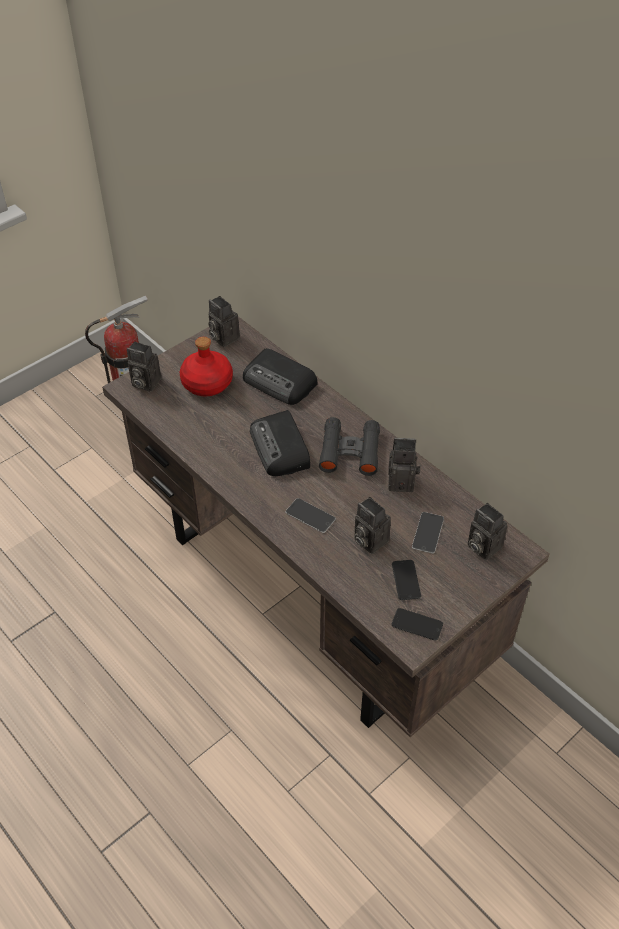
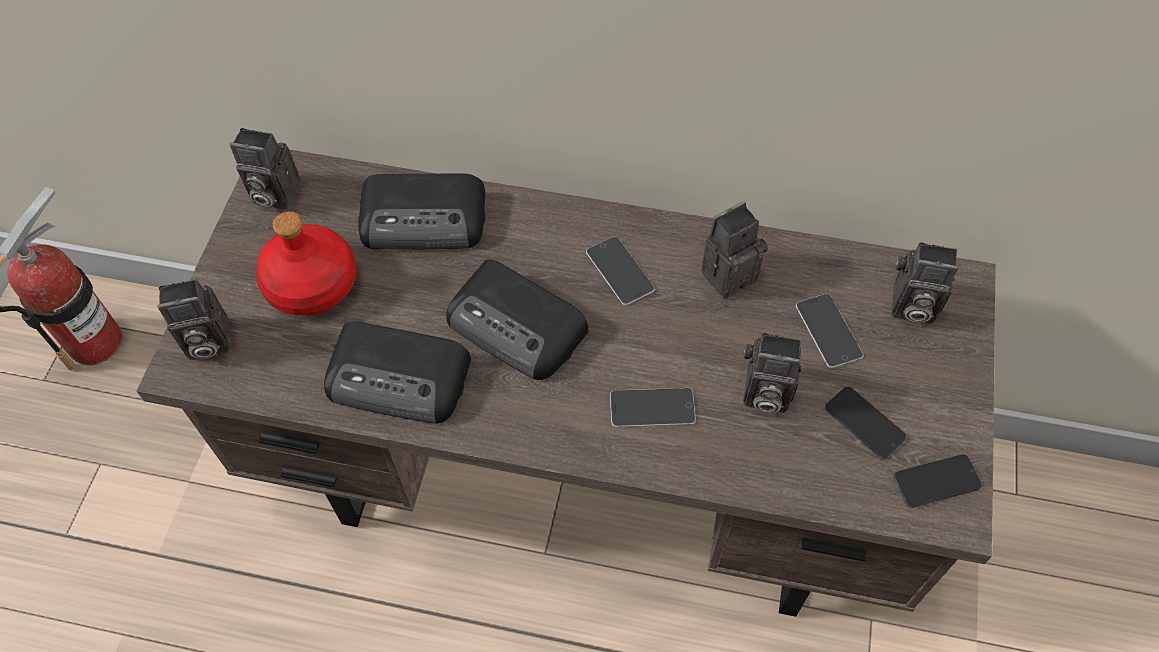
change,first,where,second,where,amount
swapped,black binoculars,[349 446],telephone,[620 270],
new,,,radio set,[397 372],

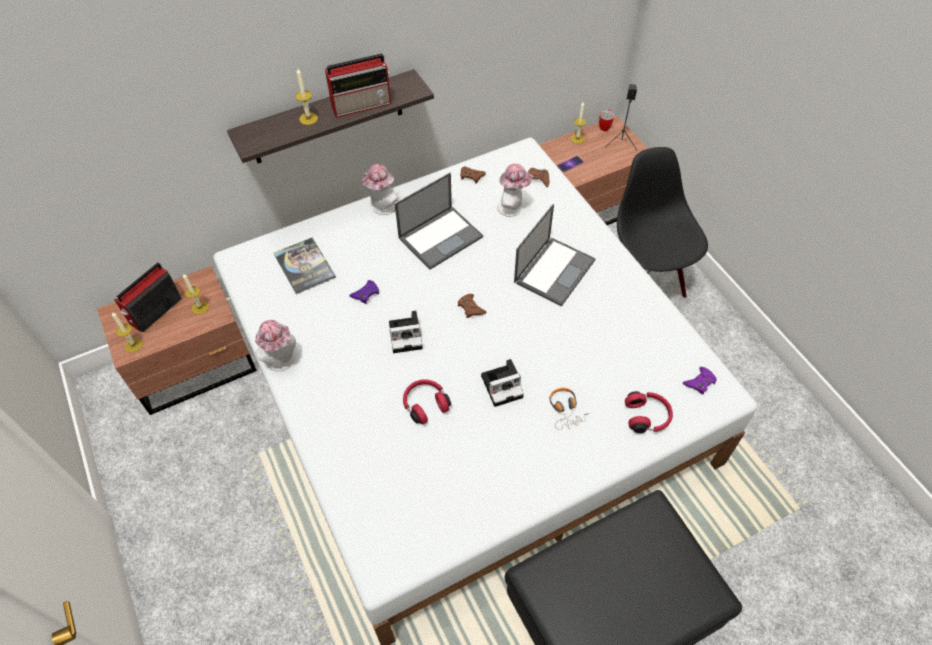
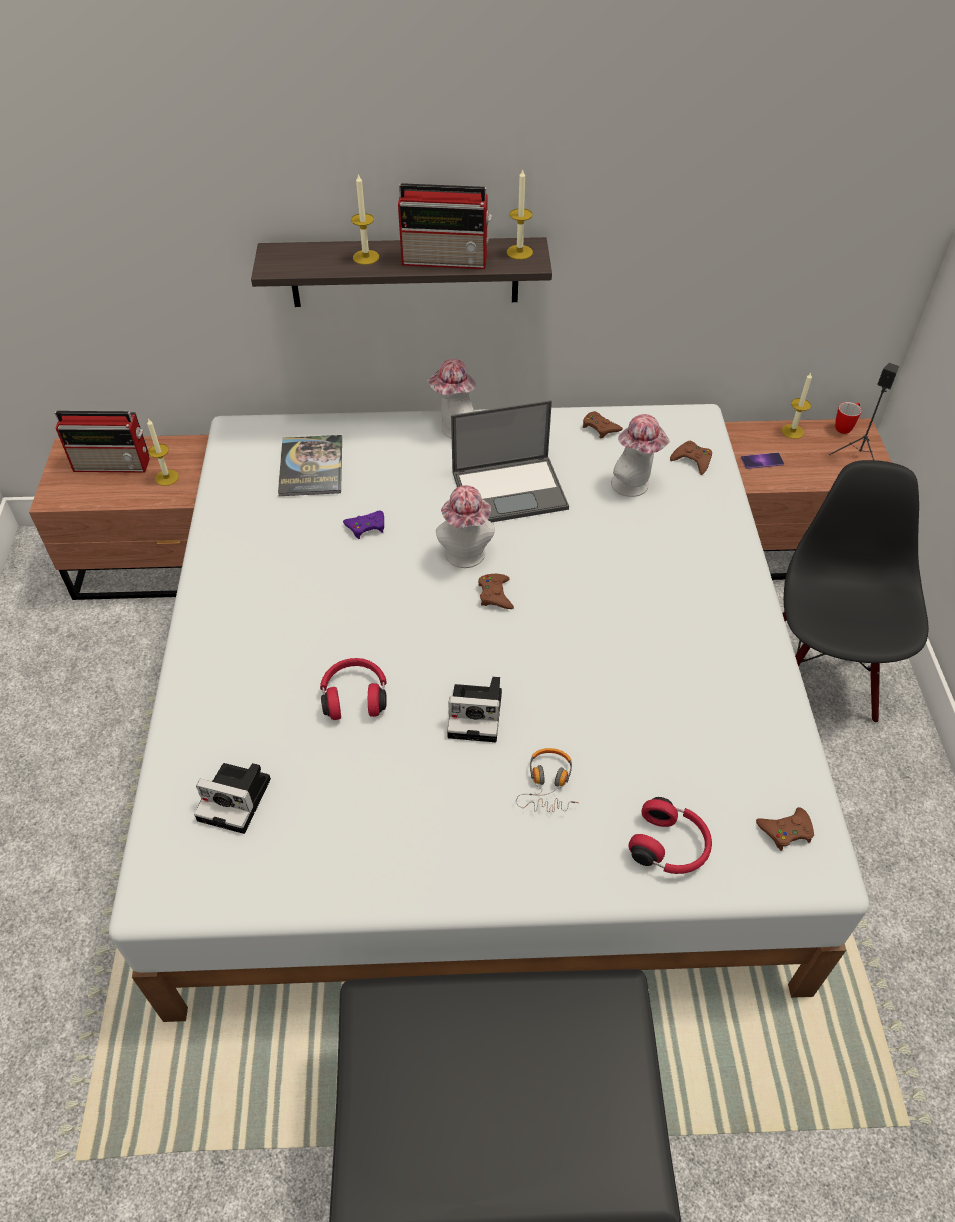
change,first,where,second,where,amount
gone,portable computer,[555 255],,,
rotated,radio set,[148 297],,[102 442],150 degrees counterclockwise
shifted,still camera,[406 332],,[232 798],
shifted,wax light,[127 332],,[520 214],
shifted,wearable hat,[275 345],,[465 526],
repainted,purple game controller,[700 380],brown game controller,[785 829],

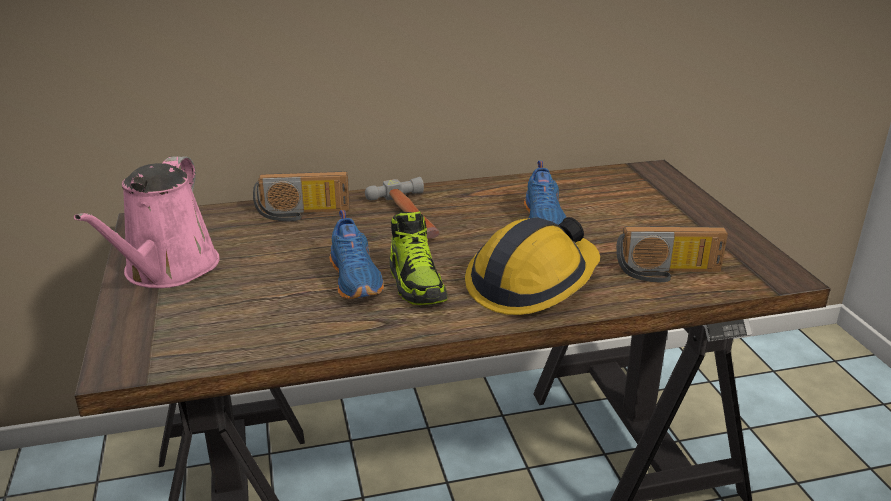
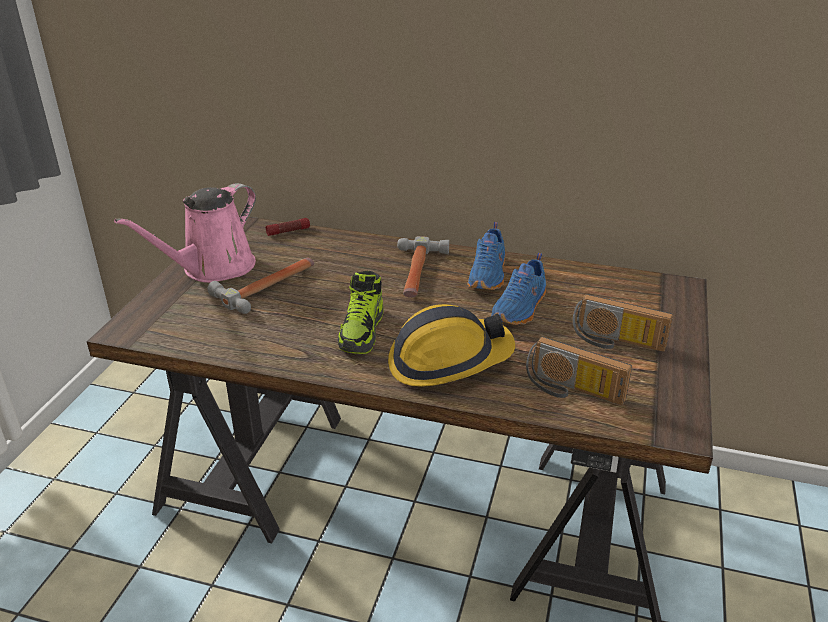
change,first,where,second,where,amount
shifted,radio set,[301 196],,[623 323],
shifted,blue low shoe,[356 254],,[486 256],
new,,,hand torch,[288 227],
new,,,hand hammer,[261 285],

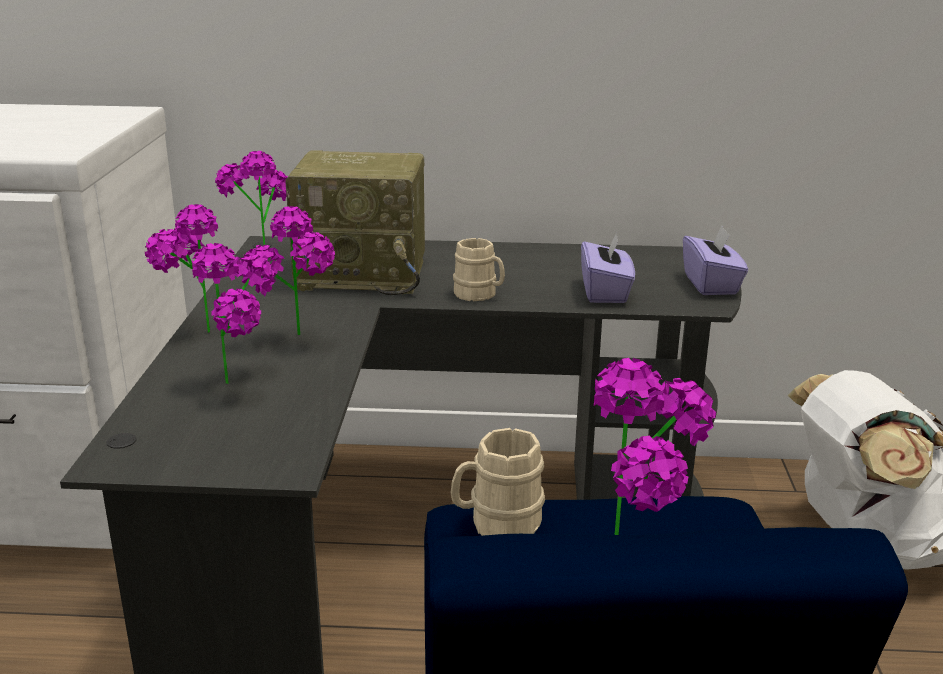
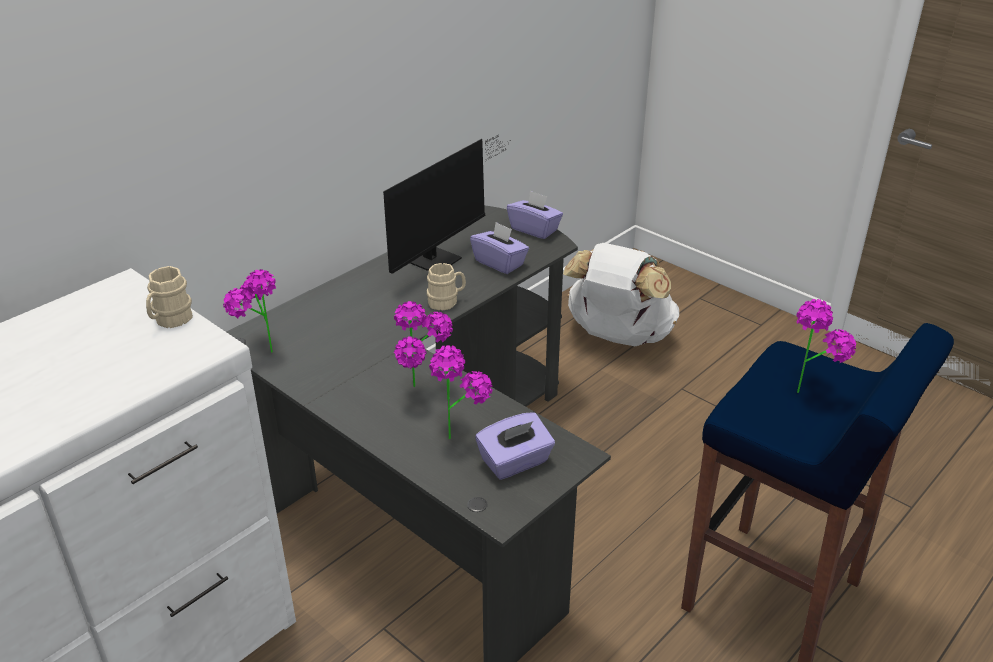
change,first,where,second,where,amount
gone,radio set,[355 222],,,
gone,plant in a pot,[181 268],,,
shifted,beige mug,[498 482],,[169 297],
new,,,computer screen,[447 204],
new,,,purple box of tissues,[515 446],

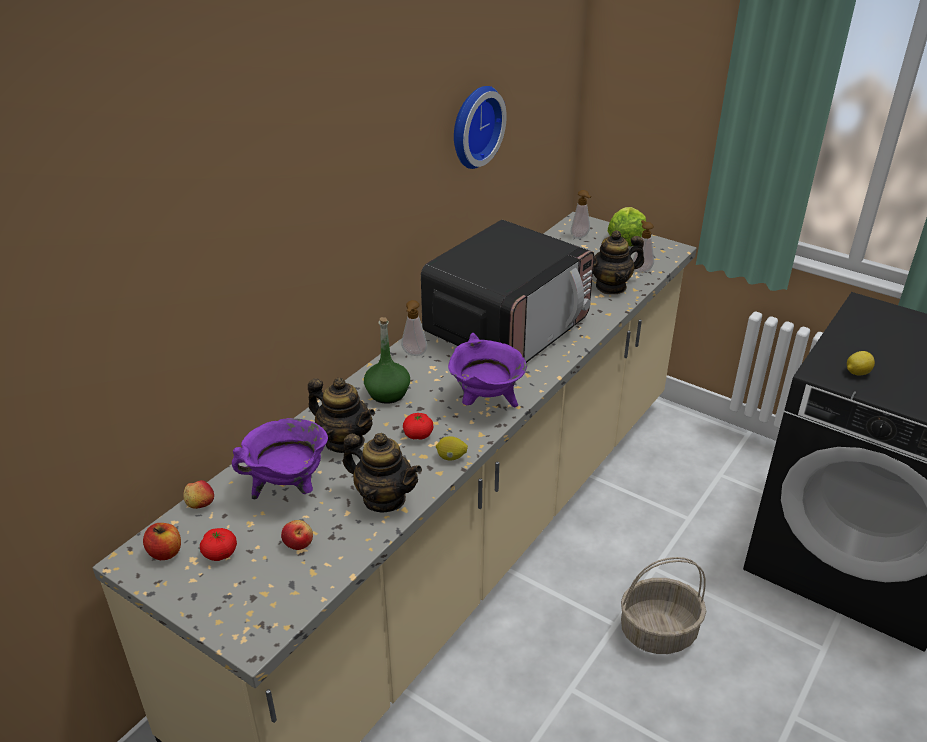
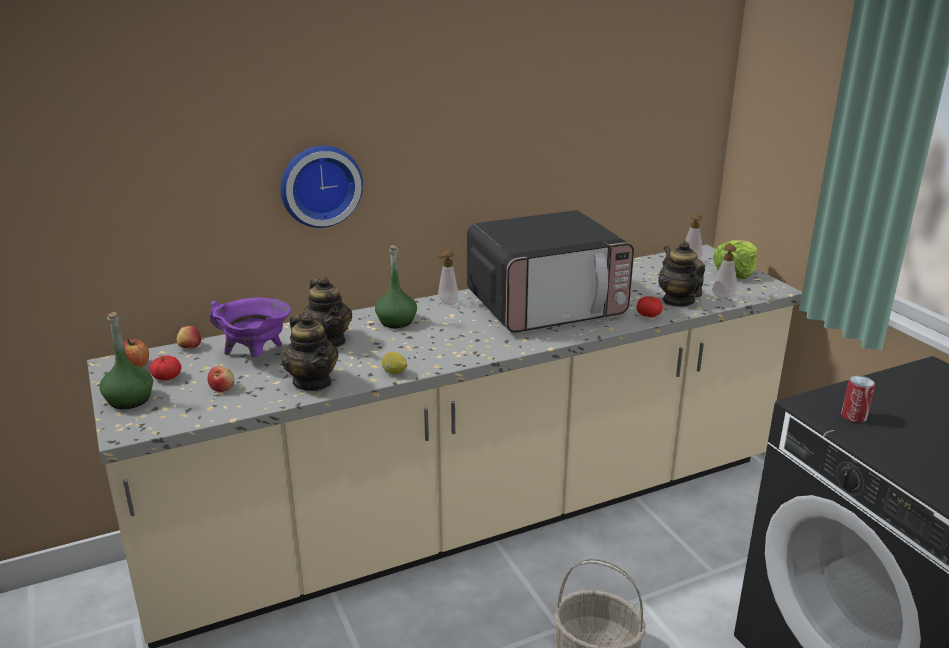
change,first,where,second,where,amount
shifted,hanging clock,[480 127],,[322 187],
rotated,tea pot,[618 262],,[681 274],60 degrees clockwise
gone,purple stockpot,[487 370],,,
swapped,lemon,[861 363],metal can,[858 399],
shifted,tomato,[418 426],,[650 306],
new,,,green-coloured bottle,[126 360],

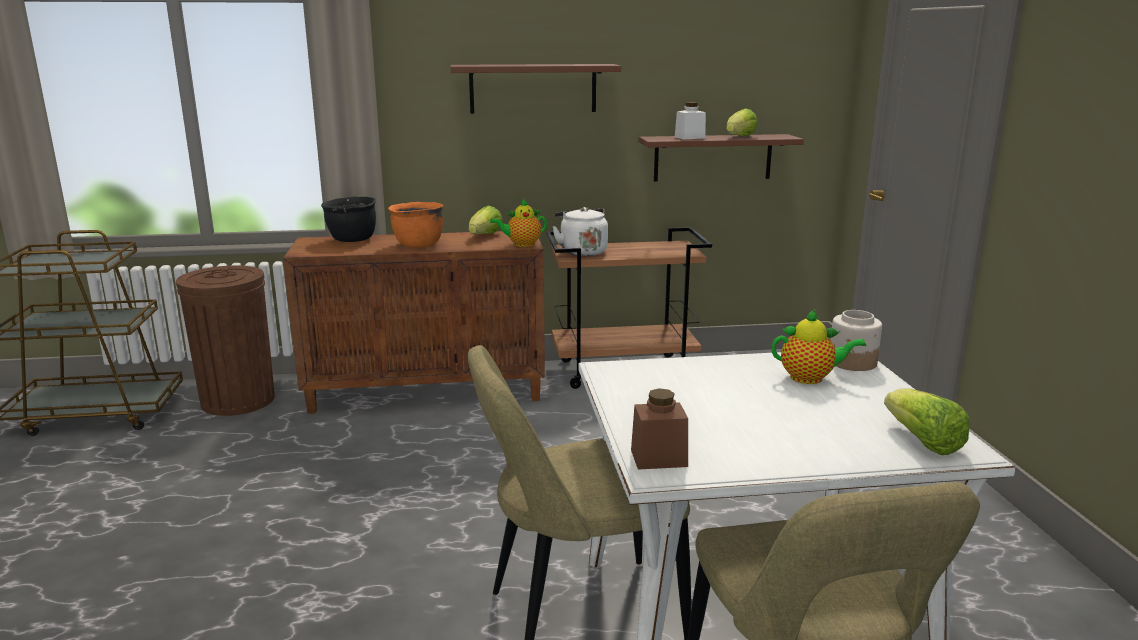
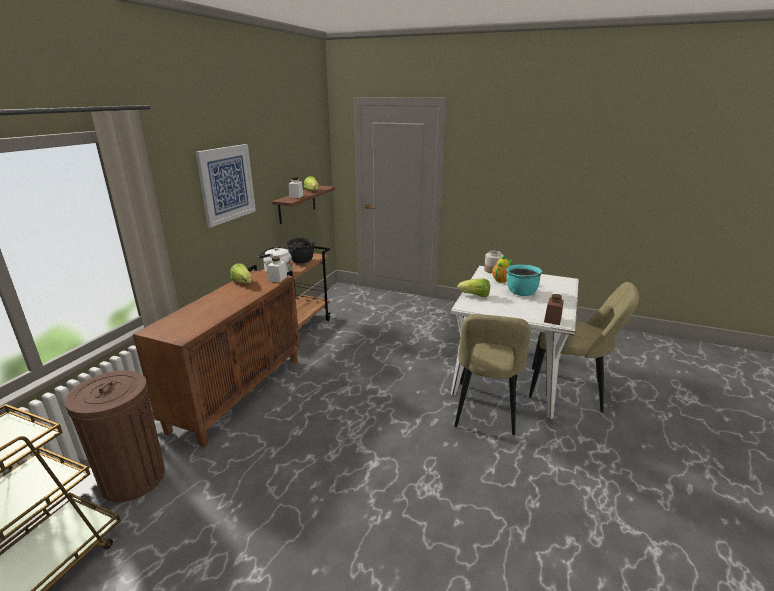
change,first,where,second,where,amount
swapped,brown shelf,[536 89],picture,[225 185],
shifted,black stockpot,[348 219],,[300 250],
swapped,tea pot,[518 223],white jar,[277 269],
gone,orange stockpot,[416 225],,,
shifted,head of lettuce,[927 421],,[473 288],
new,,,turquoise-coloured stockpot,[524 280],

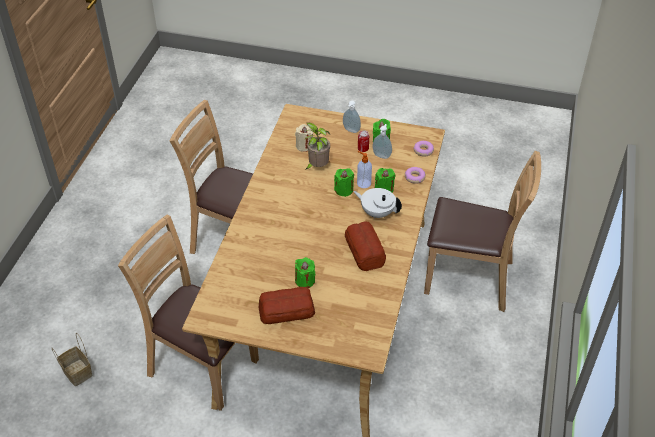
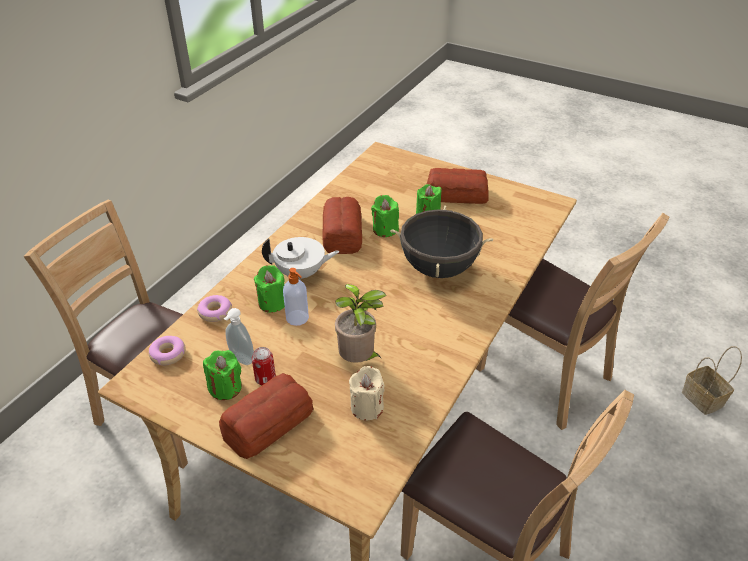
change,first,where,second,where,amount
swapped,soap bottle,[352 116],bakery bread,[266 416],
shifted,green-coloured wax light,[344 182],,[385 216],
rotated,white tea pot,[377 203],,[300 258],45 degrees counterclockwise
new,,,black stockpot,[441 241],

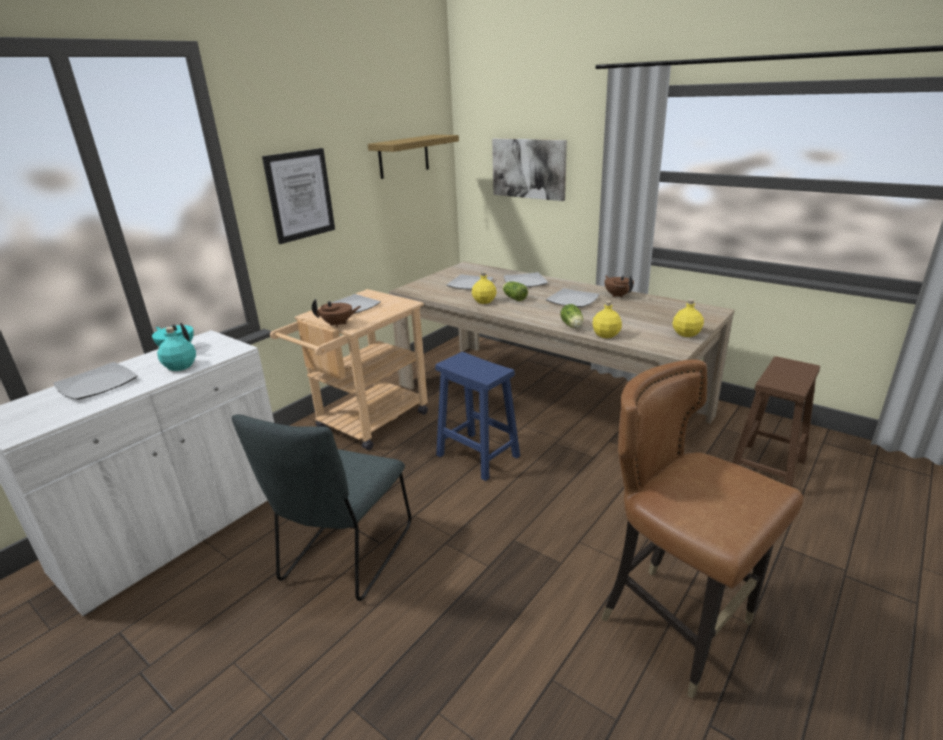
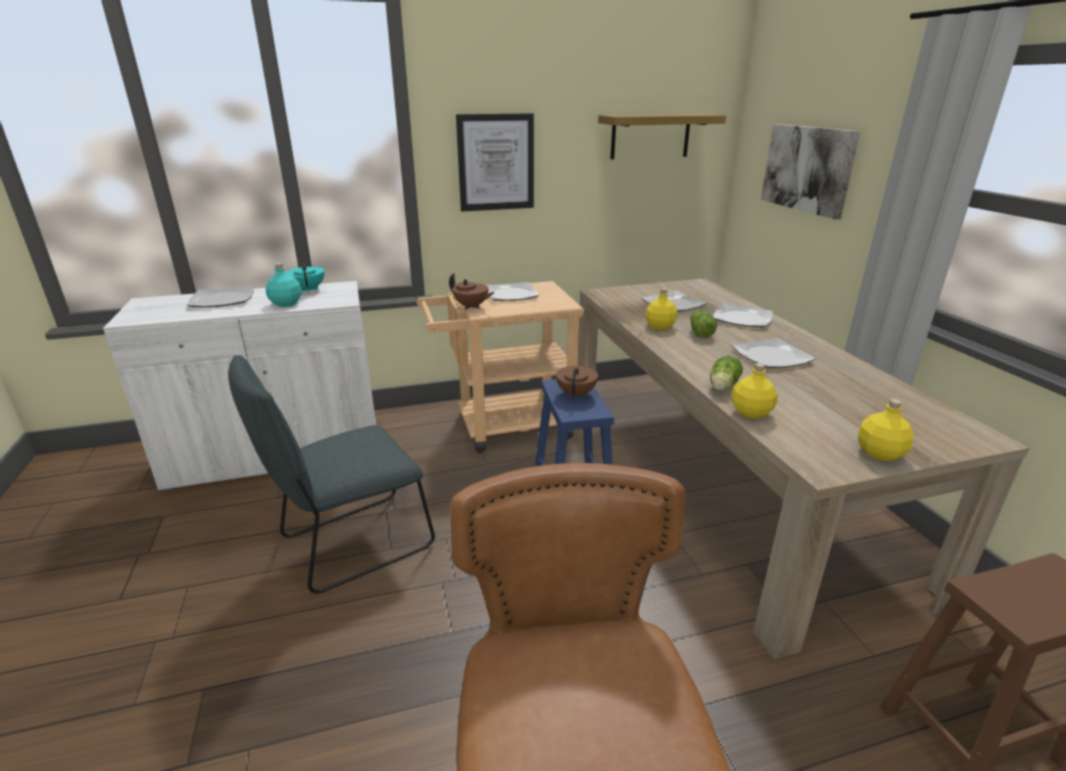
change,first,where,second,where,amount
shifted,brown tea pot,[619 286],,[577 380],

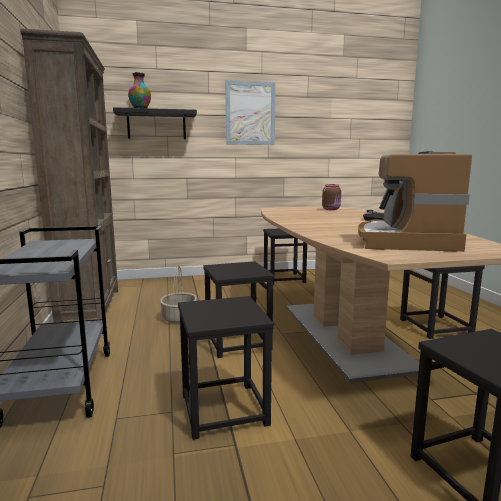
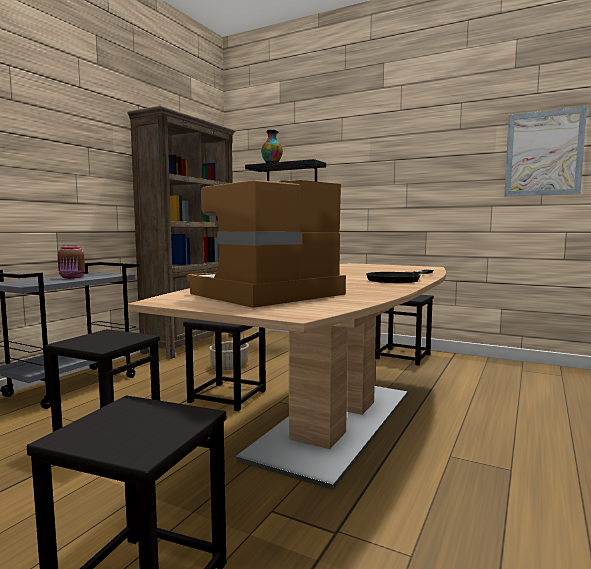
change,first,where,second,where,amount
shifted,picture,[250 112],,[545 151],
shifted,brown jar,[331 197],,[71 262],
gone,black stool seat,[442 302],,,

